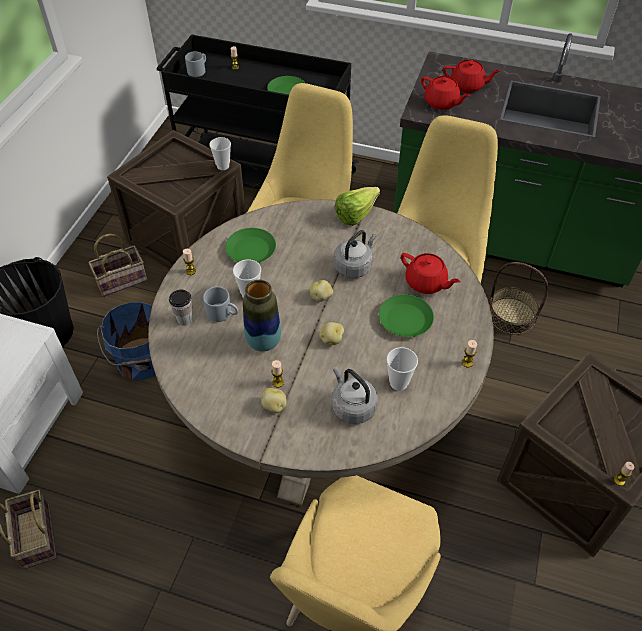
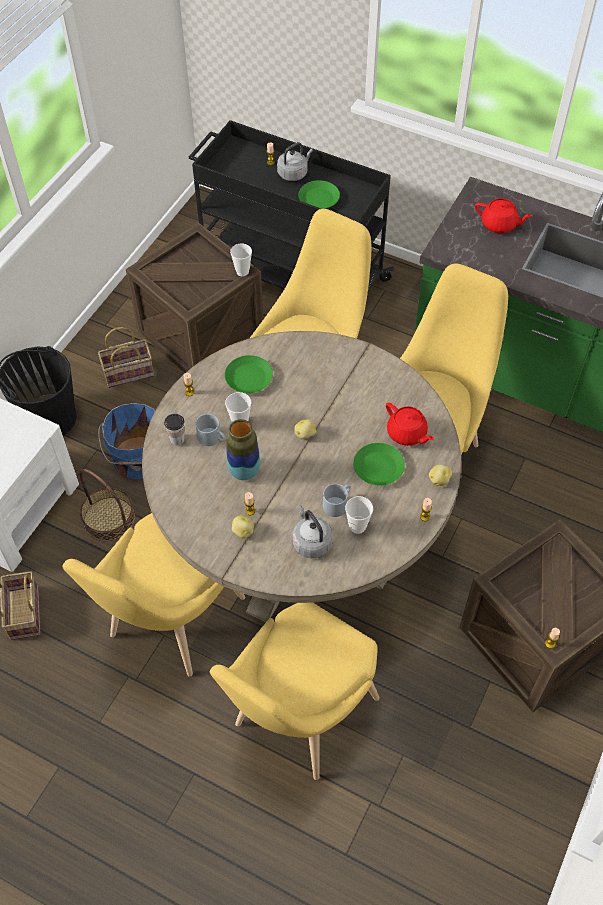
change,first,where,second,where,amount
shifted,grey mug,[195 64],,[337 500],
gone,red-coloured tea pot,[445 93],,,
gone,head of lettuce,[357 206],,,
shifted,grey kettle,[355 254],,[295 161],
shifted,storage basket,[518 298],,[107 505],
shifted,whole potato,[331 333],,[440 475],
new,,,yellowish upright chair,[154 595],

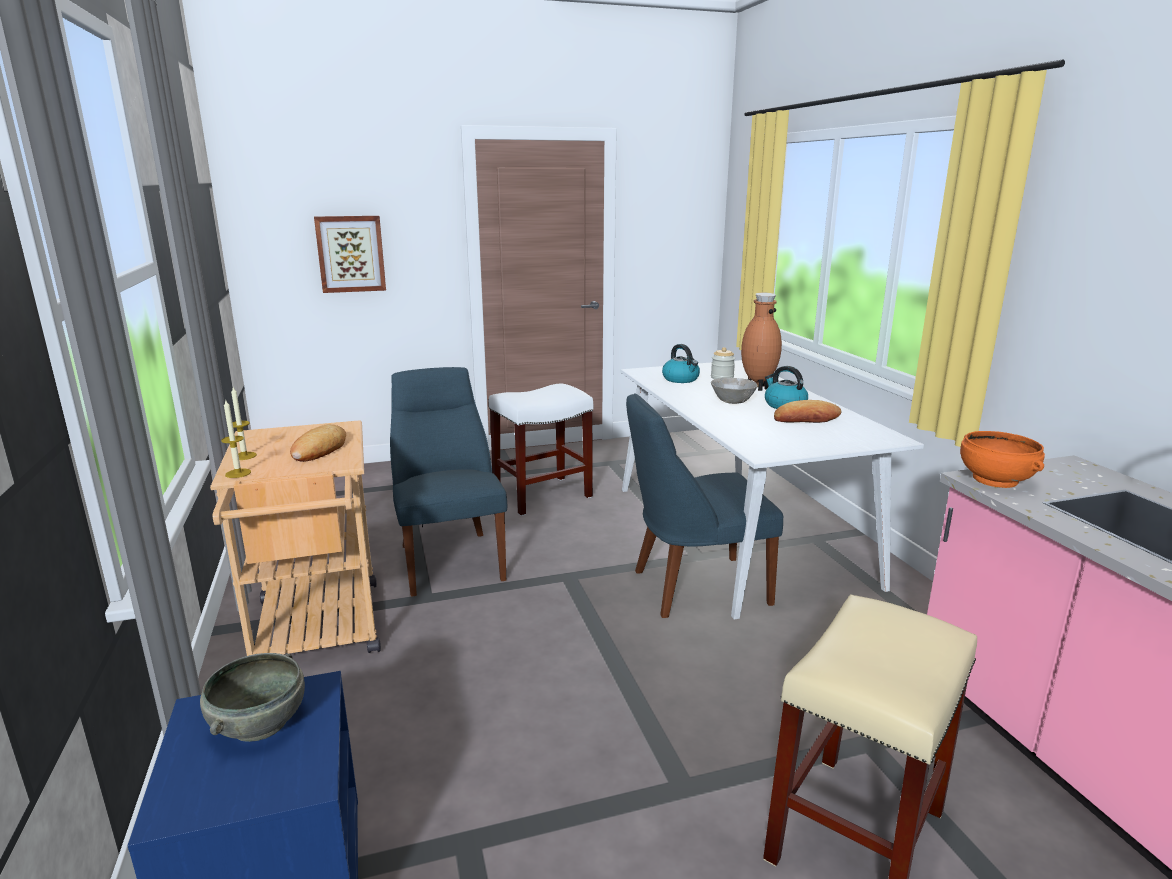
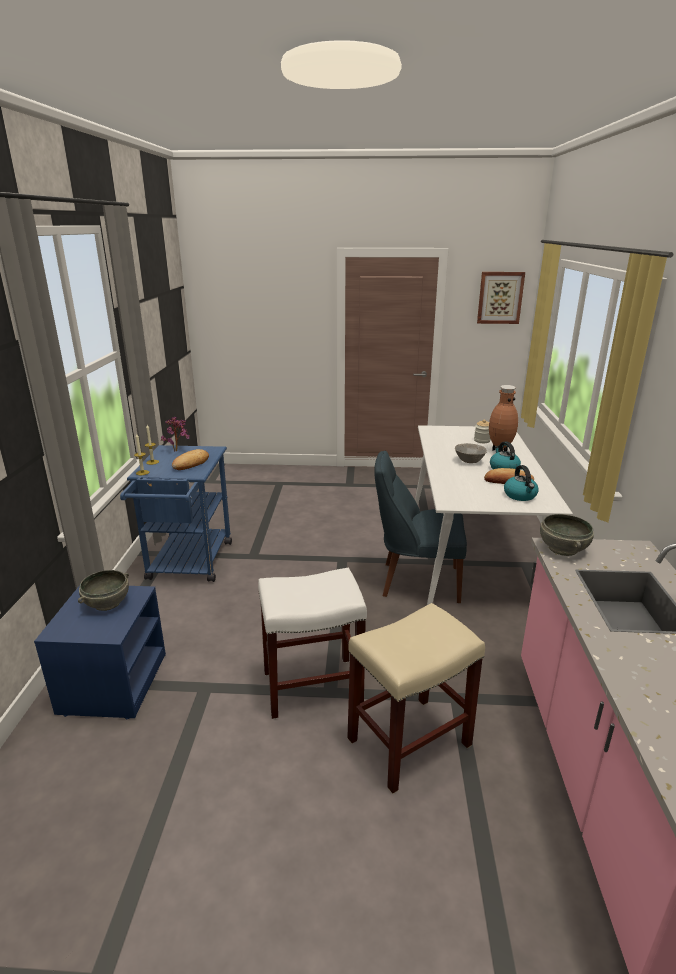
change,first,where,second,where,amount
shifted,picture,[350 254],,[501 298],
shifted,kettle,[681 363],,[521 483],
gone,blue upright chair,[448 482],,,
shifted,white stool seat,[541 449],,[312 643],
repainted,beige trolley,[295 538],blue trolley,[176 513],
repainted,orange serving bowl,[1002 459],grey serving bowl,[567 535],
new,,,plant in a pot,[175 434],

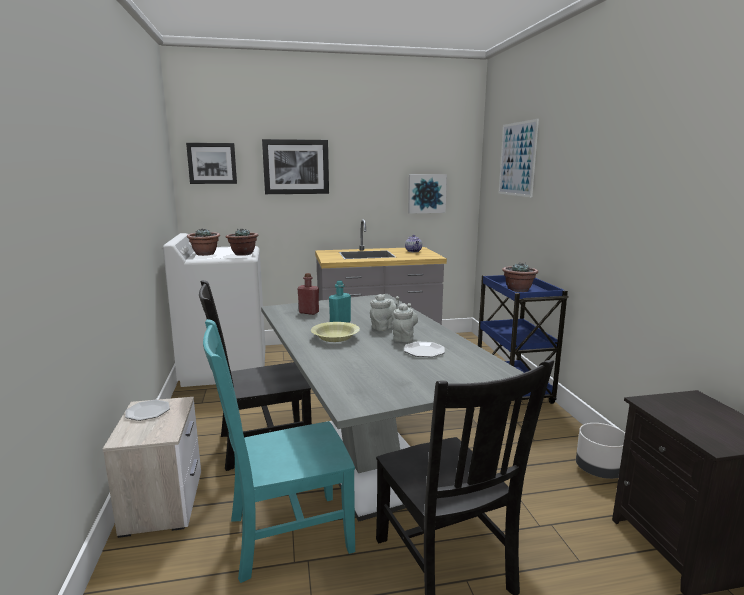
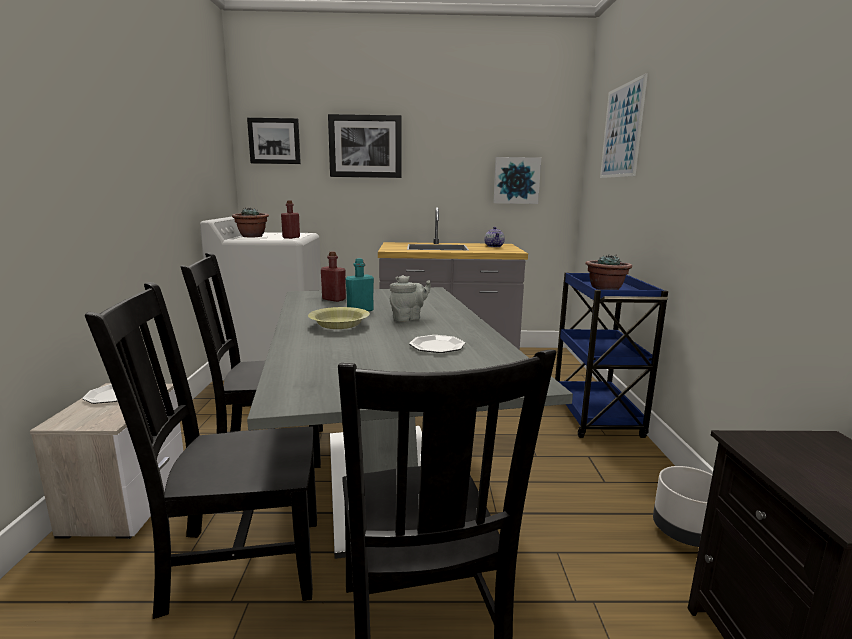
change,first,where,second,where,amount
swapped,plant in a pot,[242 242],red-coloured bottle,[290 219],
gone,grey tea pot,[405 322],,,
repainted,turquoise-coloured upright chair,[279 451],black upright chair,[201 450],

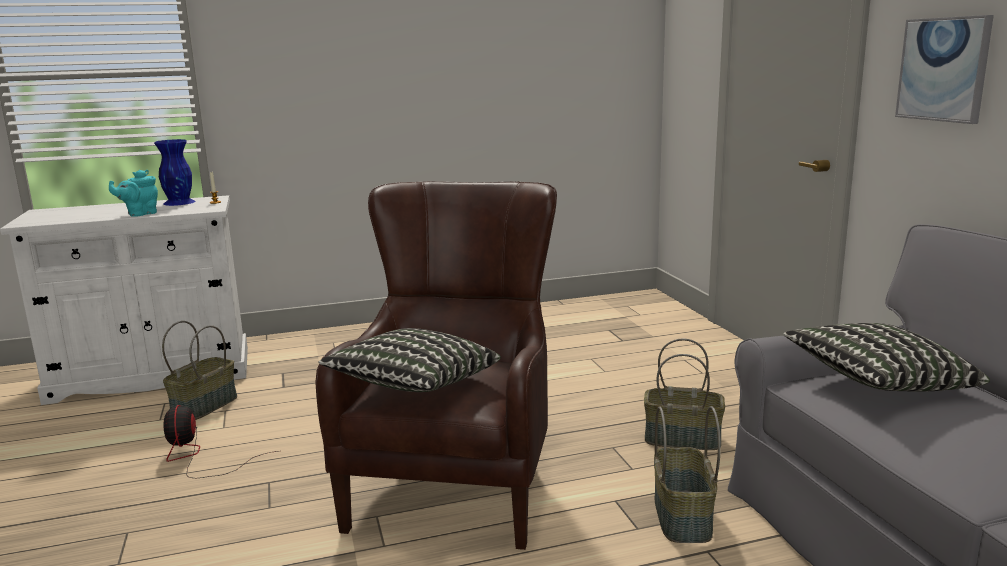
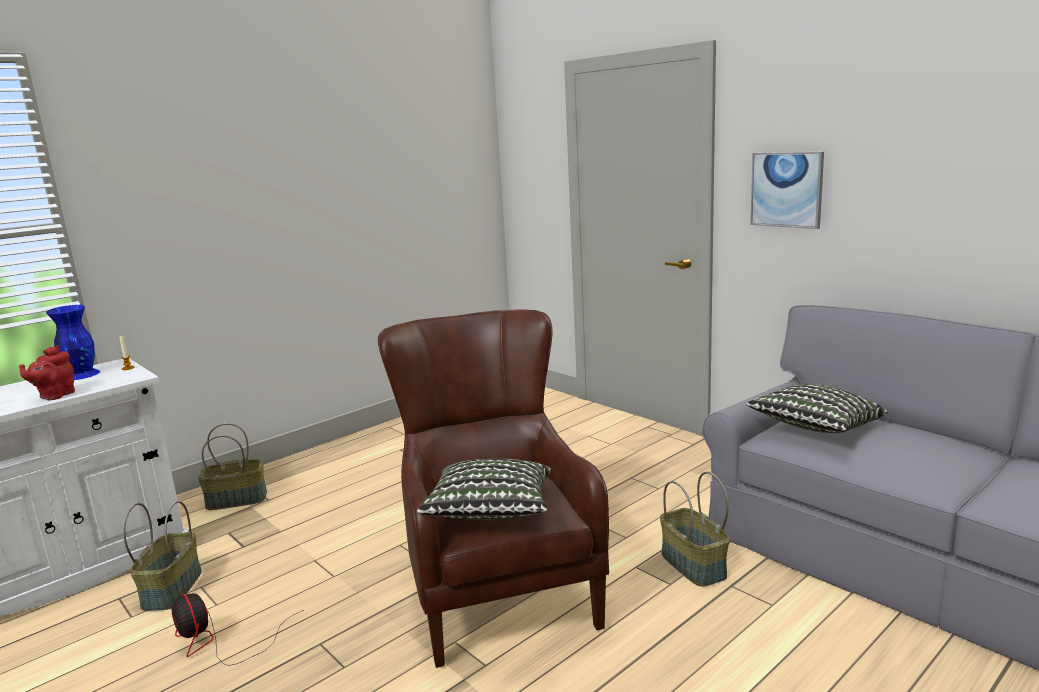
change,first,where,second,where,amount
repainted,turquoise-coloured tea pot,[133 193],red-coloured tea pot,[47 372],
shifted,storage basket,[684 394],,[232 466],

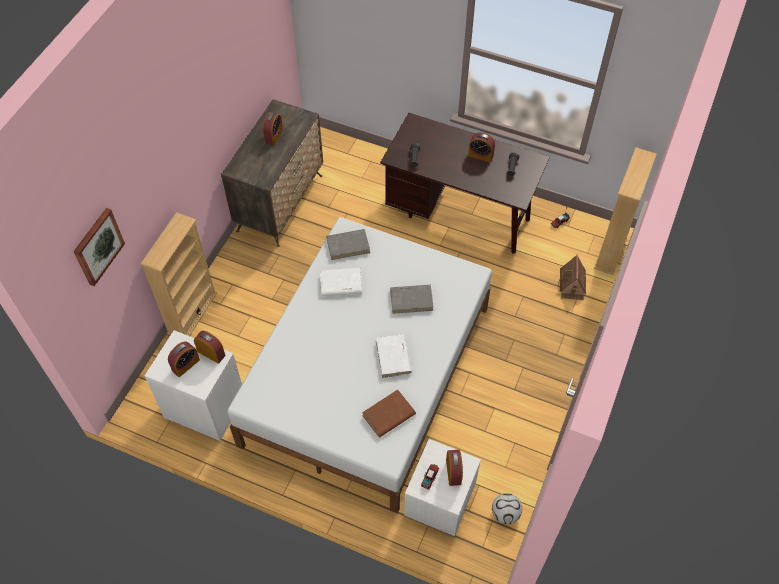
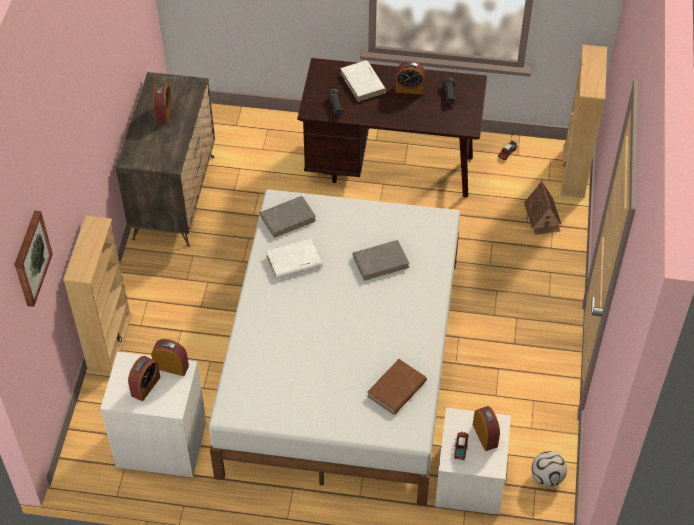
change,first,where,second,where,amount
shifted,white book,[394 356],,[363 81],

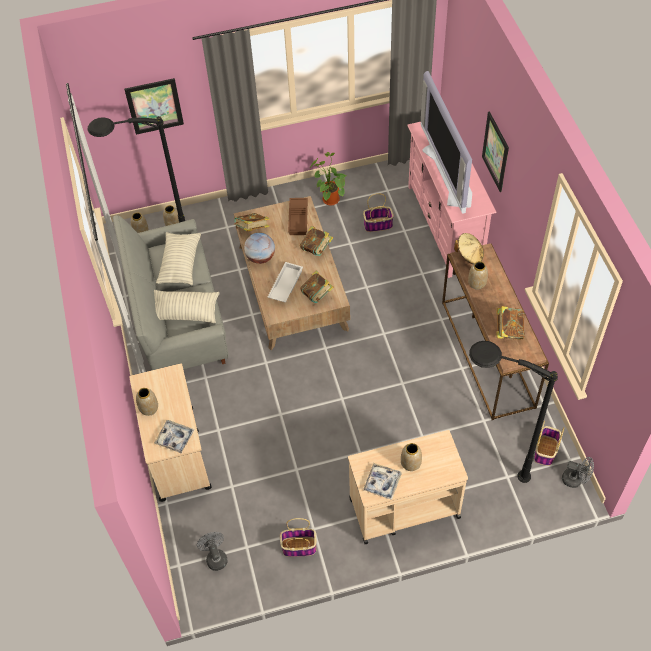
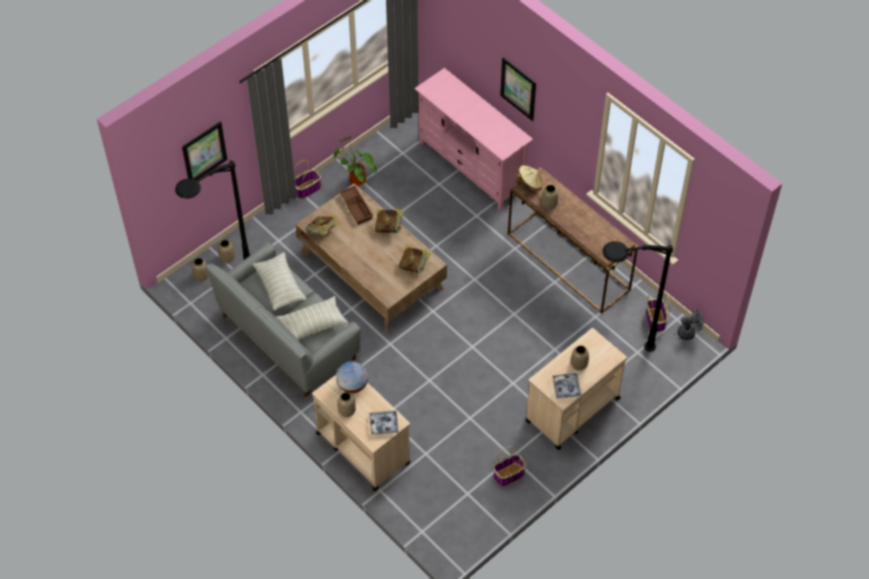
change,first,where,second,where,amount
gone,television,[446 142],,,
shifted,storage basket,[378 212],,[307 179],
shifted,desk globe,[259 248],,[352 377],
gone,white carrying tray,[285 282],,,
gone,book,[510 323],,,
gone,grey electric fan,[212 551],,,

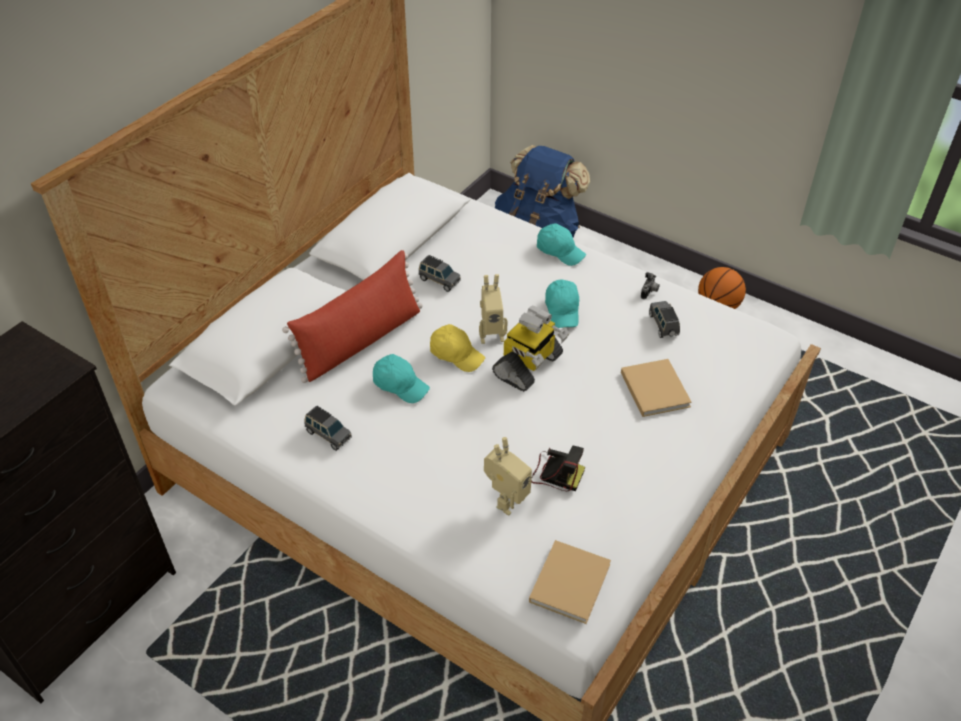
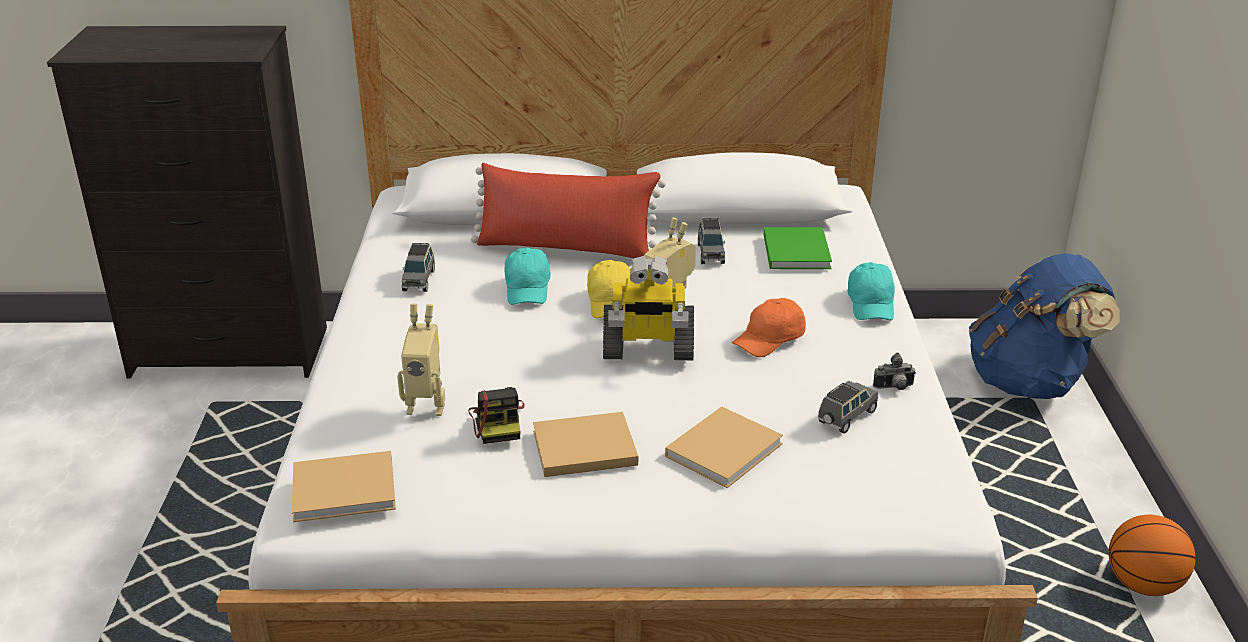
change,first,where,second,where,amount
repainted,turquoise-coloured peaked cap,[562 303],orange peaked cap,[769 327],
new,,,green-coloured book,[798 248],
new,,,beige book,[585 444],

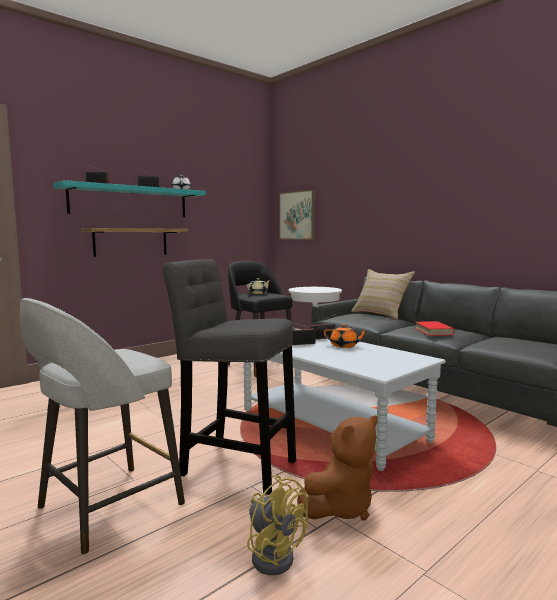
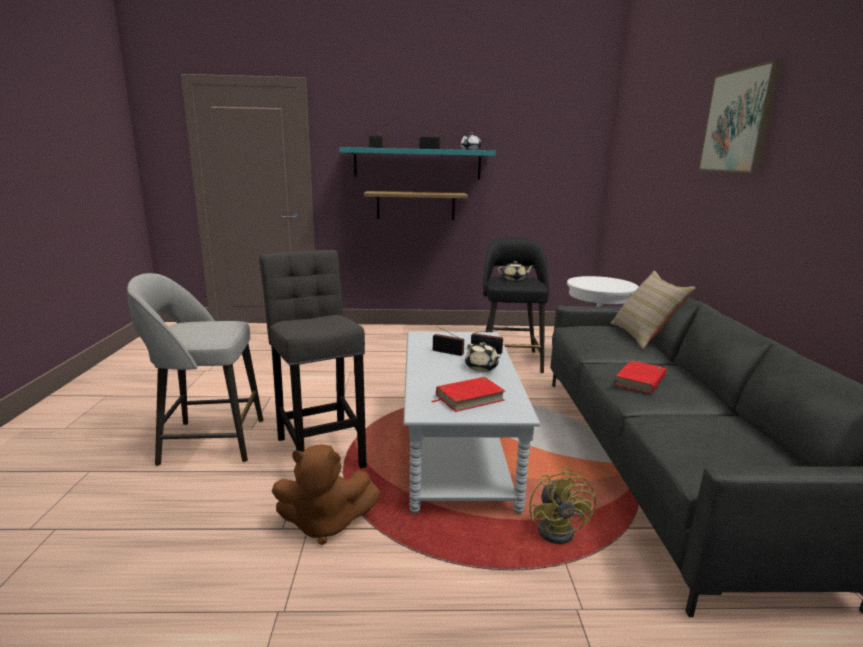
change,first,where,second,where,amount
shifted,picture,[297 214],,[740 116],
repainted,orange tea pot,[346 336],beige tea pot,[482 357],
shifted,yellowish electric fan,[277 525],,[562 506],
new,,,red-coloured book,[468 394],

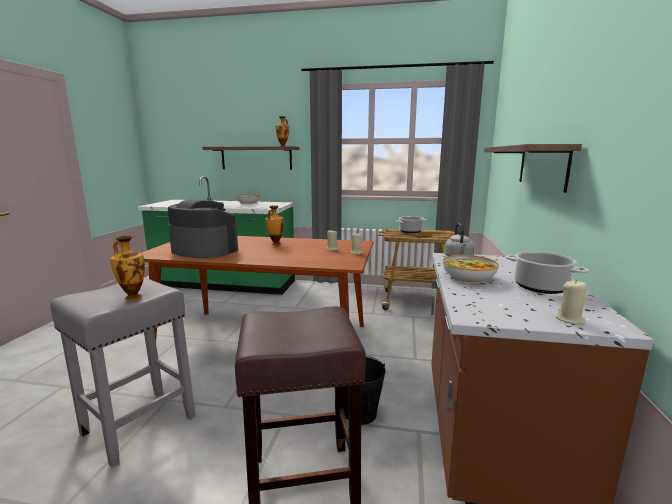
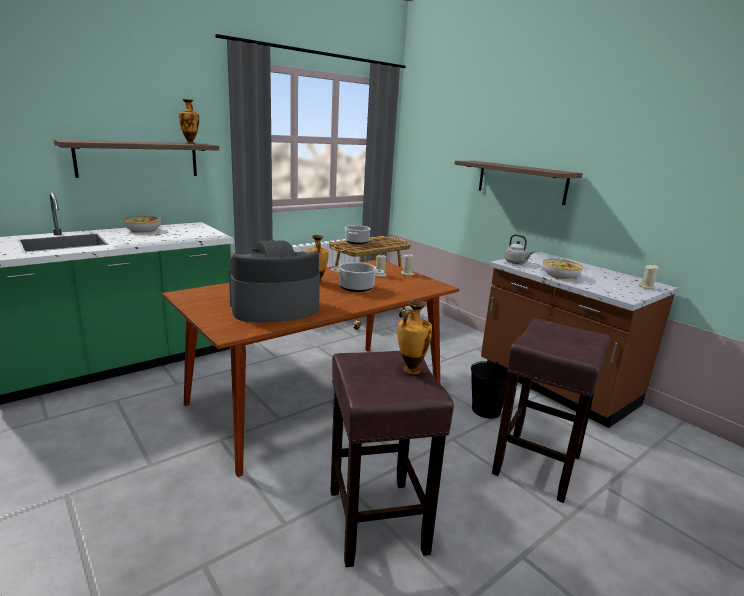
change,first,where,second,where,amount
shifted,stockpot,[547 272],,[357 277],
repainted,grey stool seat,[123 372],brown stool seat,[392 459],

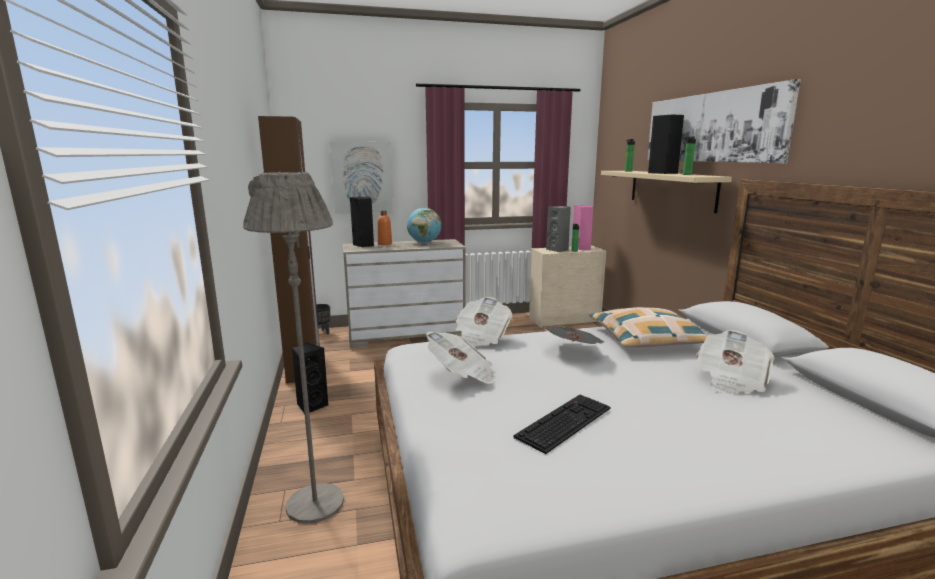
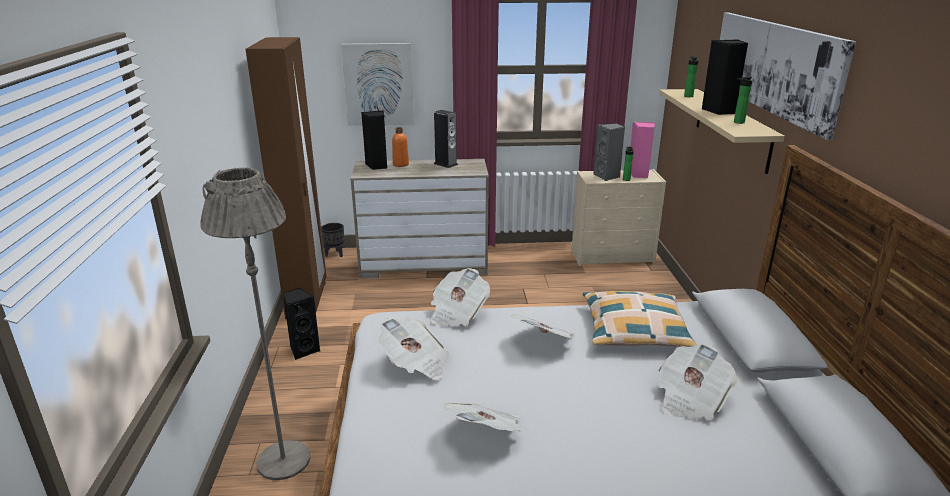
change,first,where,second,where,amount
swapped,desk globe,[424 225],audio speaker,[446 139],
swapped,PC keyboard,[561 424],newspaper,[483 417],

